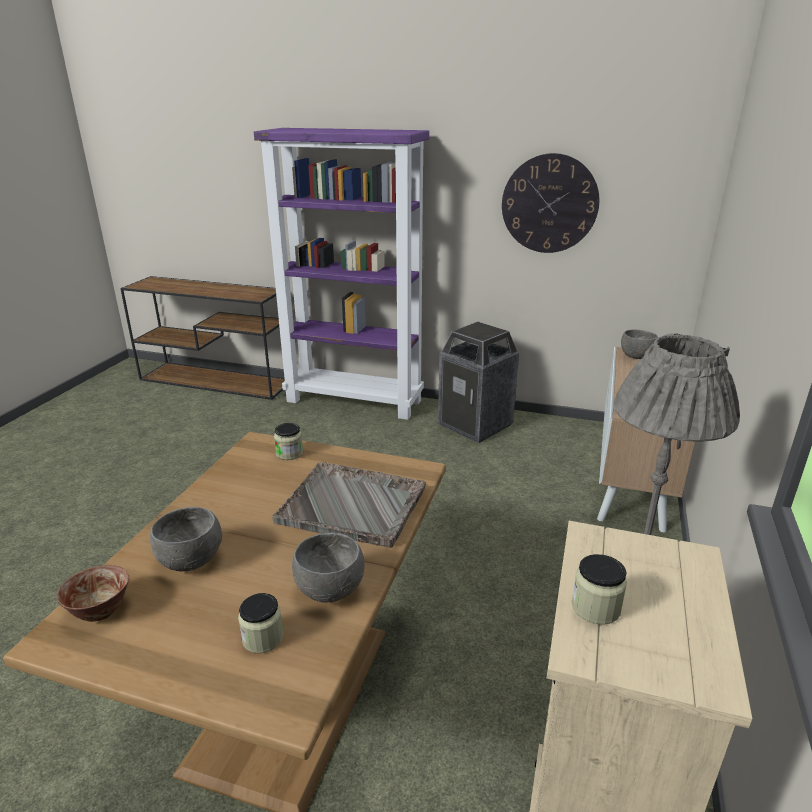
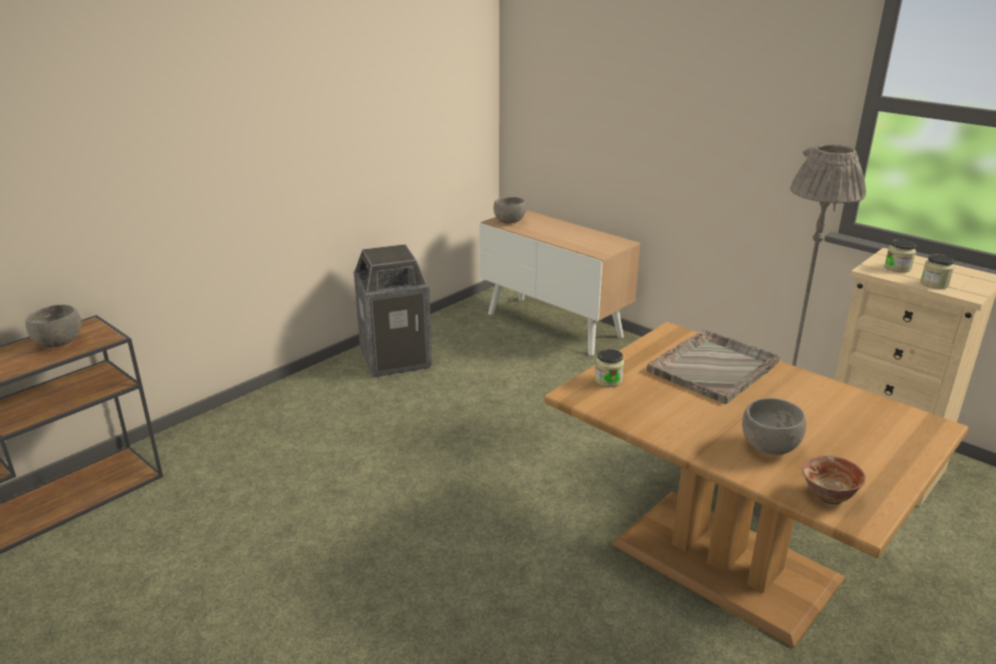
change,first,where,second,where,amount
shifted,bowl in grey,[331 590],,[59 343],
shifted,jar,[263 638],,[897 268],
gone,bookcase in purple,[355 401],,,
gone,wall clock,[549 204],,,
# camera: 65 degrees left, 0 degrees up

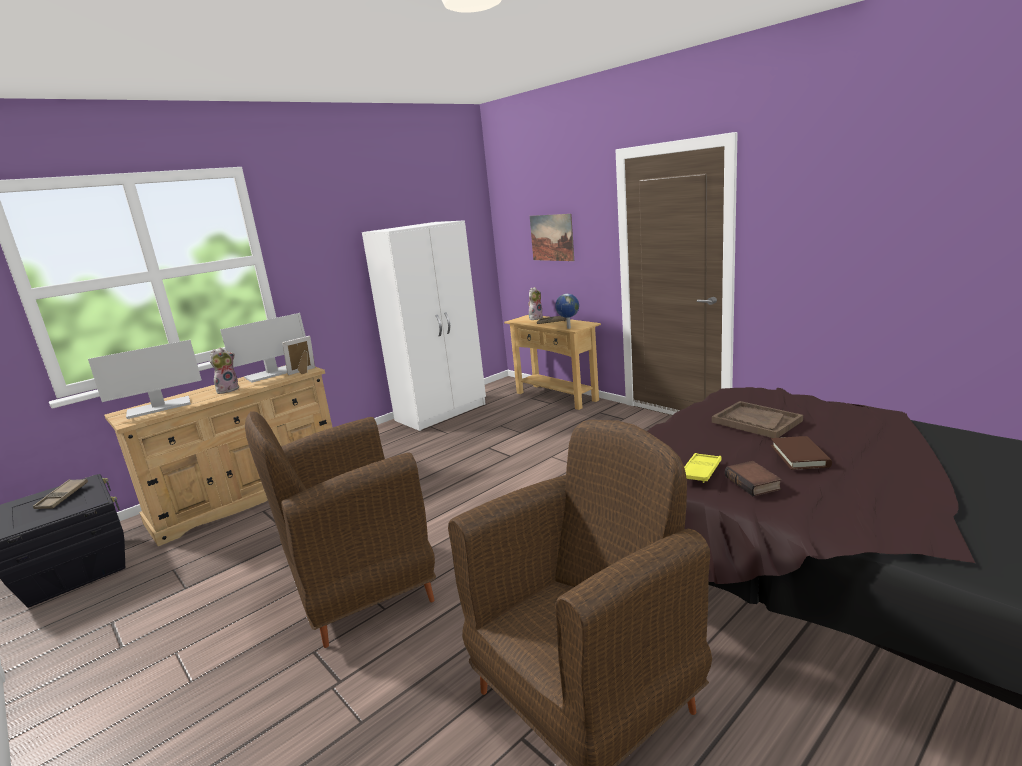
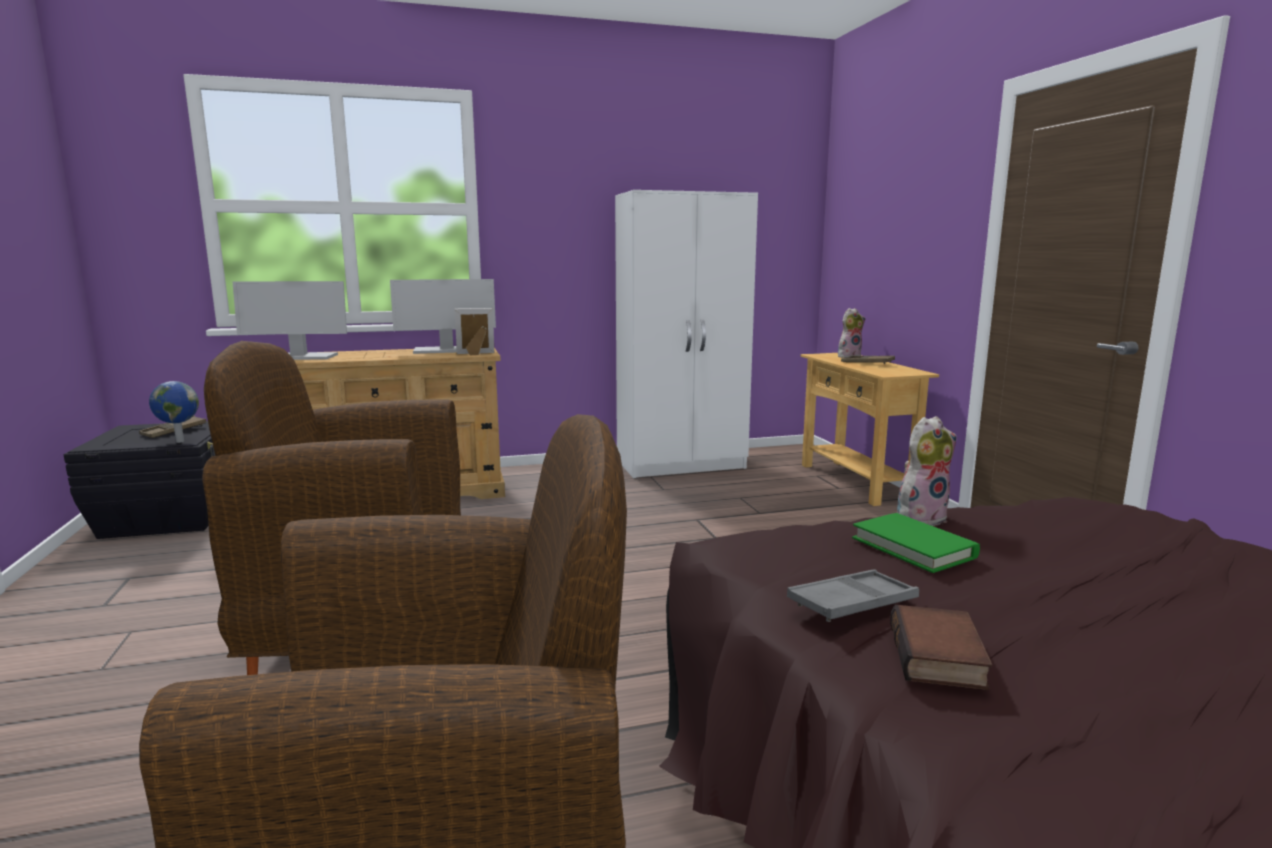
change,first,where,second,where,amount
shifted,globe,[568 328],,[179 441],
repainted,tray in yellow,[700 471],tray in grey,[853 603],
new,,,book in green,[913 547],
shifted,plush toy,[228 390],,[920 517],
gone,picture,[552 237],,,
gone,tray in brown,[756 421],,,
gone,book in brown,[799 456],,,
# camera: 25 degrees right, 5 degrees down

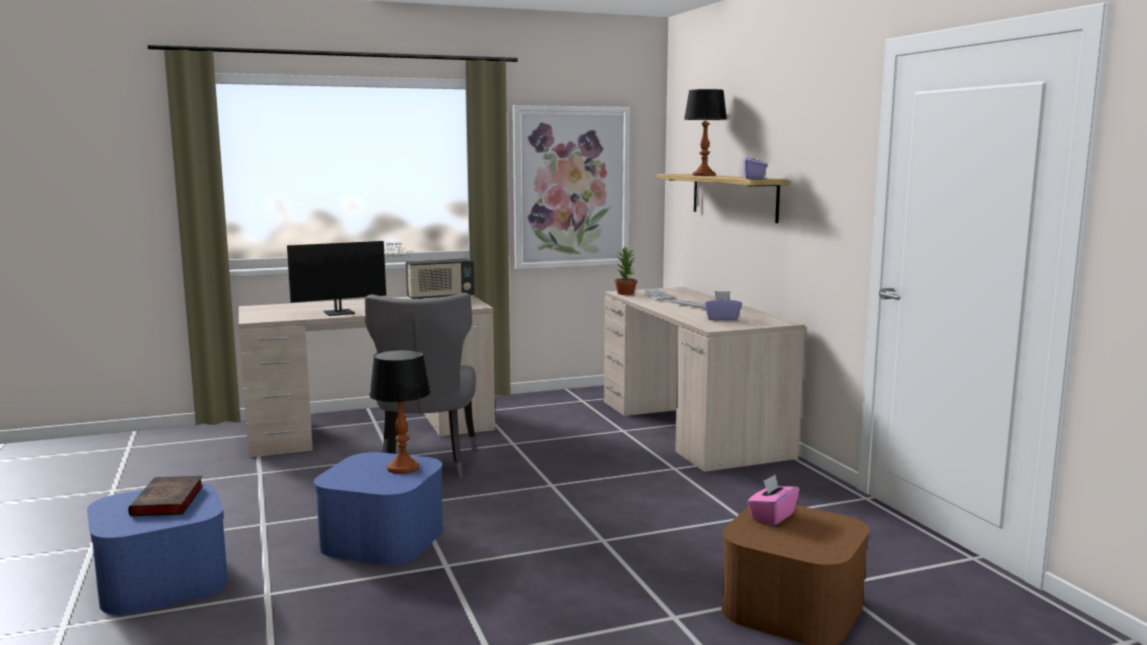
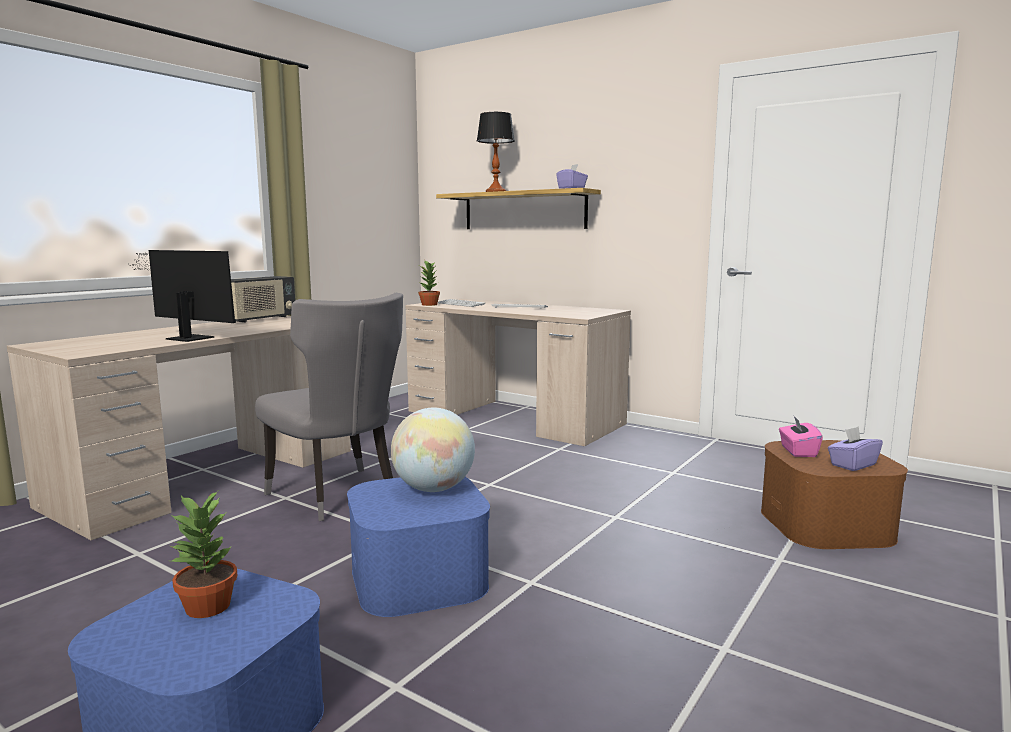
change,first,where,second,where,amount
rotated,monitor,[344 312],,[187 337],90 degrees counterclockwise
swapped,book,[168 502],potted plant,[209 607],
swapped,table lamp,[402 468],globe,[433 489],
shifted,tissue box in purple,[721 318],,[852 465],
gone,picture,[571 187],,,
# camera: 35 degrees left, 0 degrees up

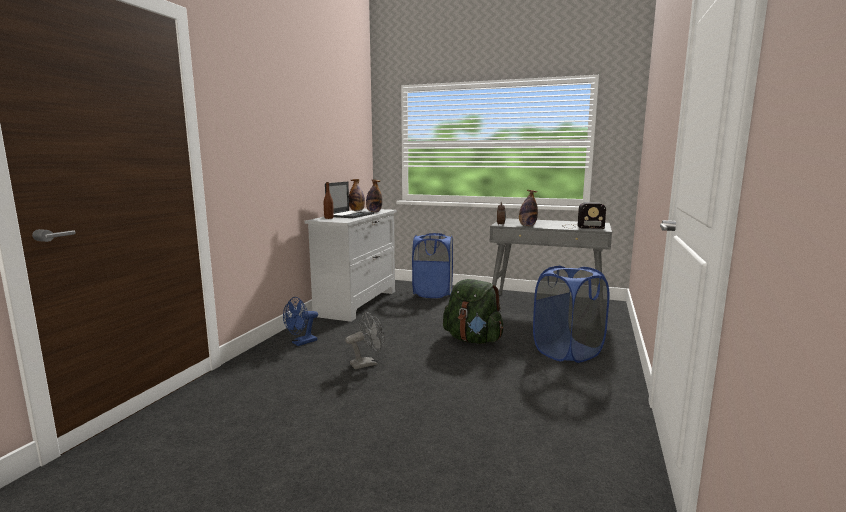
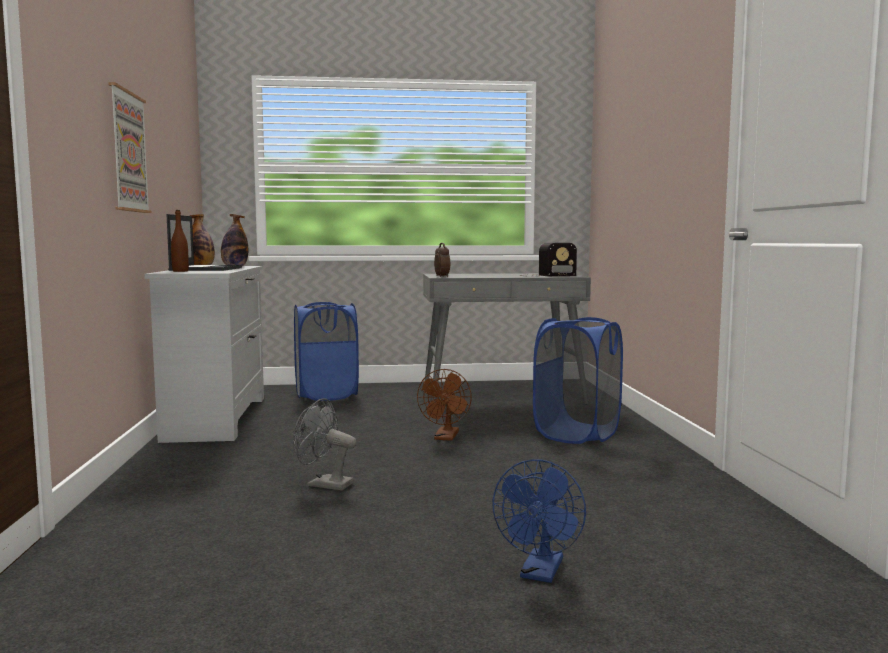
change,first,where,second,where,amount
new,,,picture,[128 152],
rotated,fan in grey,[367 363],,[323 484],105 degrees counterclockwise
swapped,backpack in green,[473 340],fan in brown,[446 437],
shifted,fan in blue,[301 343],,[540 574],
gone,bottle,[527 225],,,
# camera: 25 degrees left, 5 degrees down

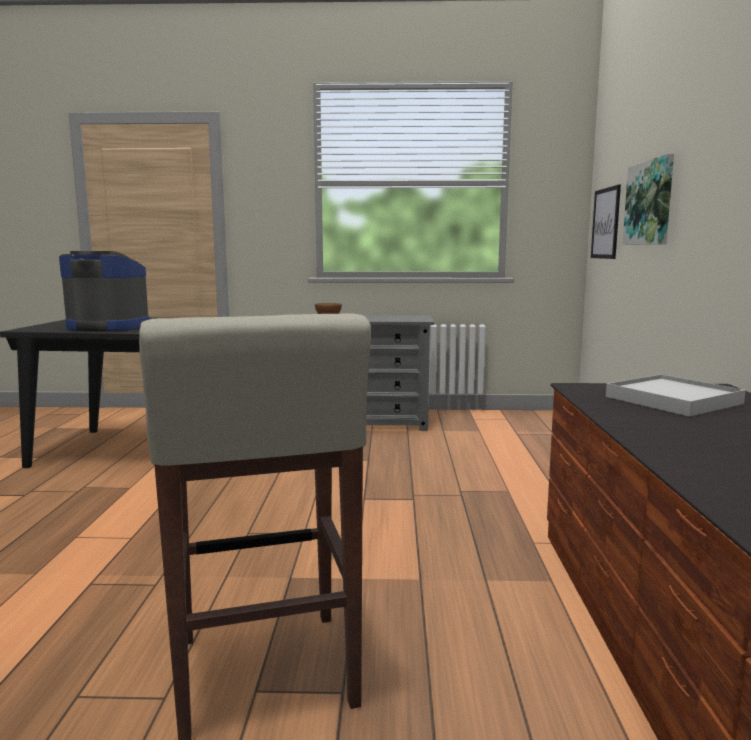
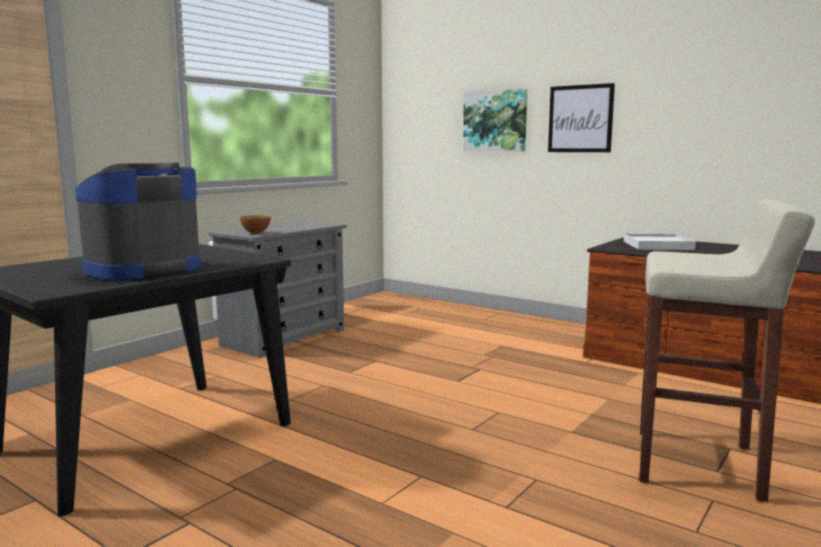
change,first,where,second,where,amount
shifted,picture,[605 223],,[580 119],
# camera: 55 degrees left, 0 degrees up

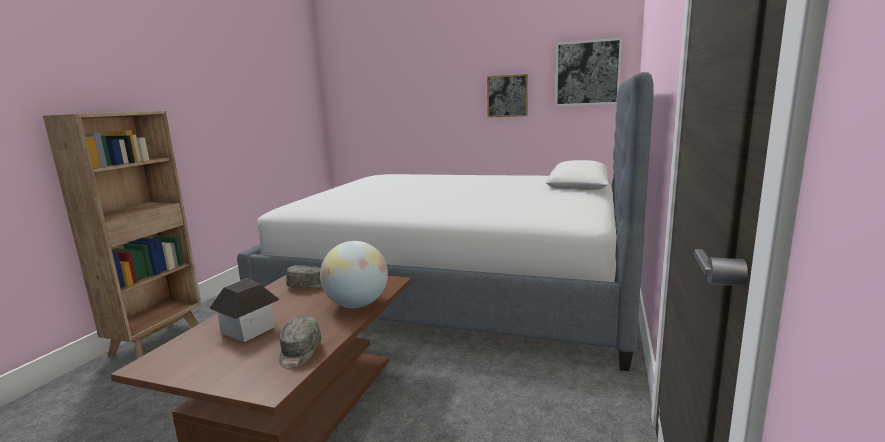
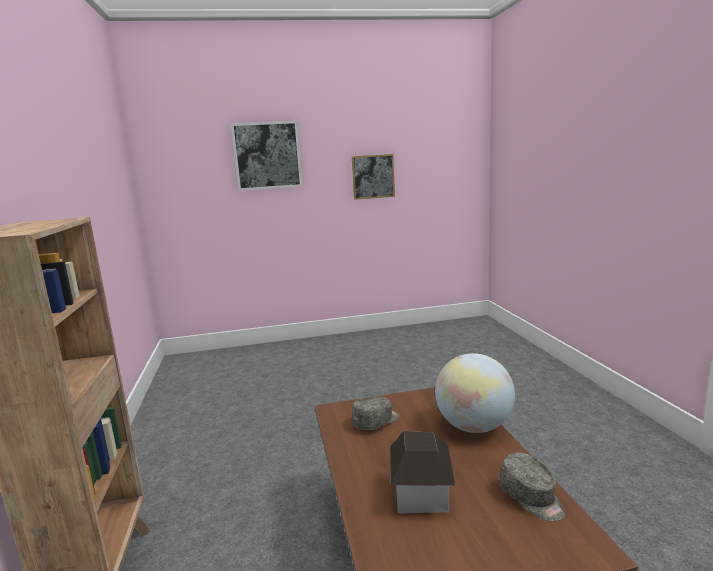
change,first,where,second,where,amount
shifted,picture,[587 73],,[267 155],
gone,bed,[456 288],,,
# camera: 30 degrees left, 0 degrees up

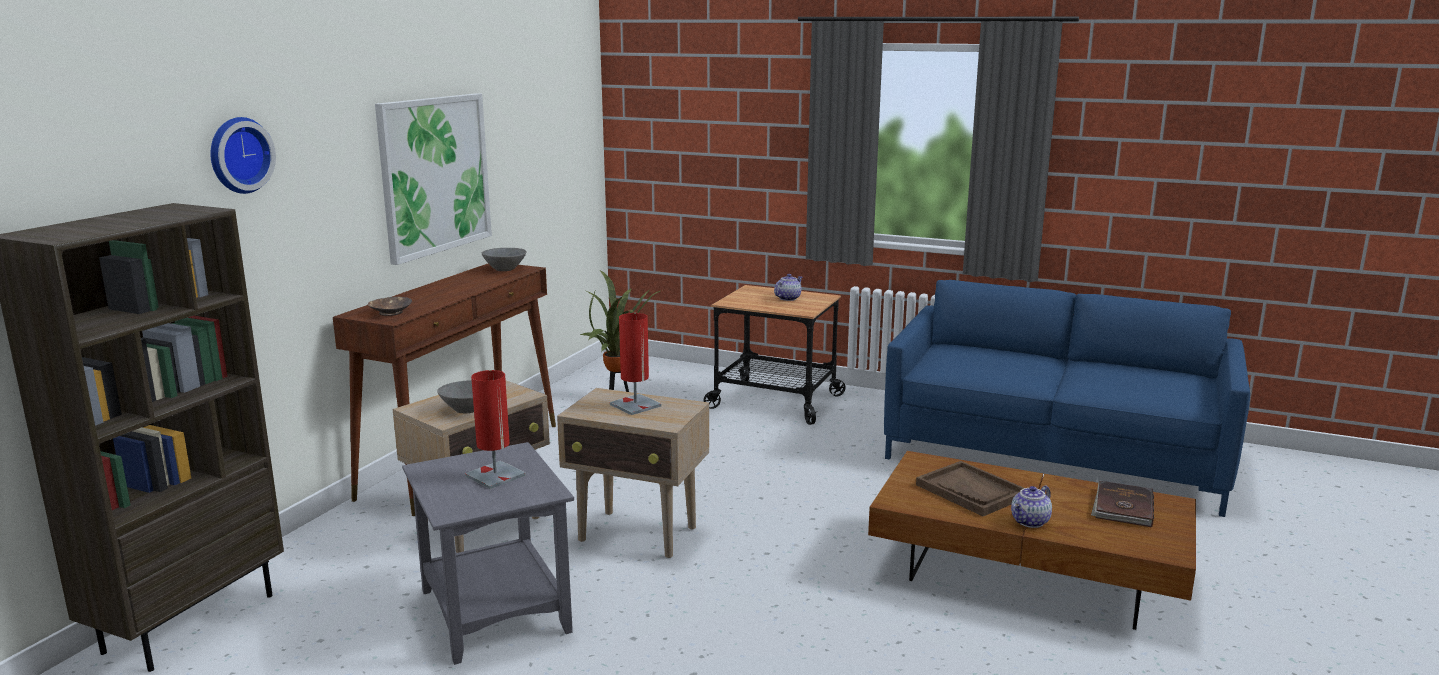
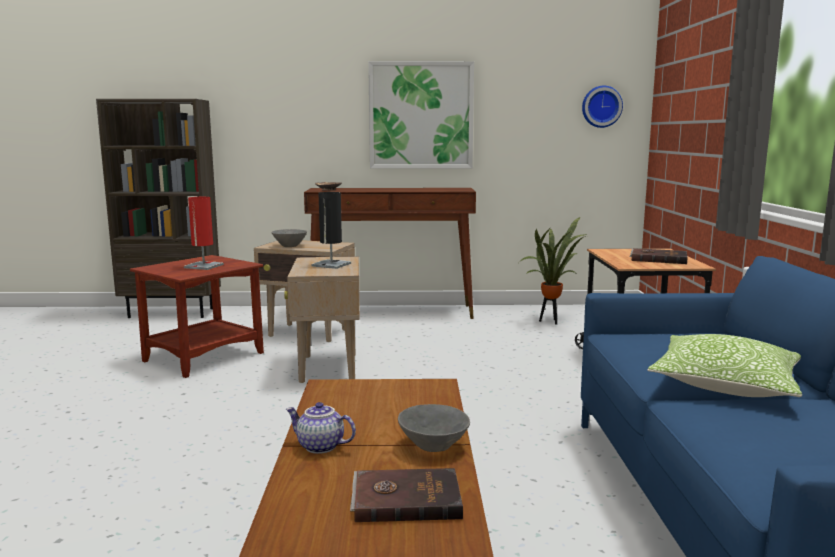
change,first,where,second,where,amount
repainted,side table in grey,[492 612],side table in brown,[203 356],
repainted,table lamp in red,[635 405],table lamp in black,[331 265],
shifted,bowl in grey,[505 269],,[434 446],
shifted,wall clock,[238 155],,[601 106],
swapped,teapot,[787 298],book in brown,[658 259],
new,,,pillow,[725 384],
gone,tray in brown,[971 491],,,
# camera: 65 degrees right, 5 degrees down

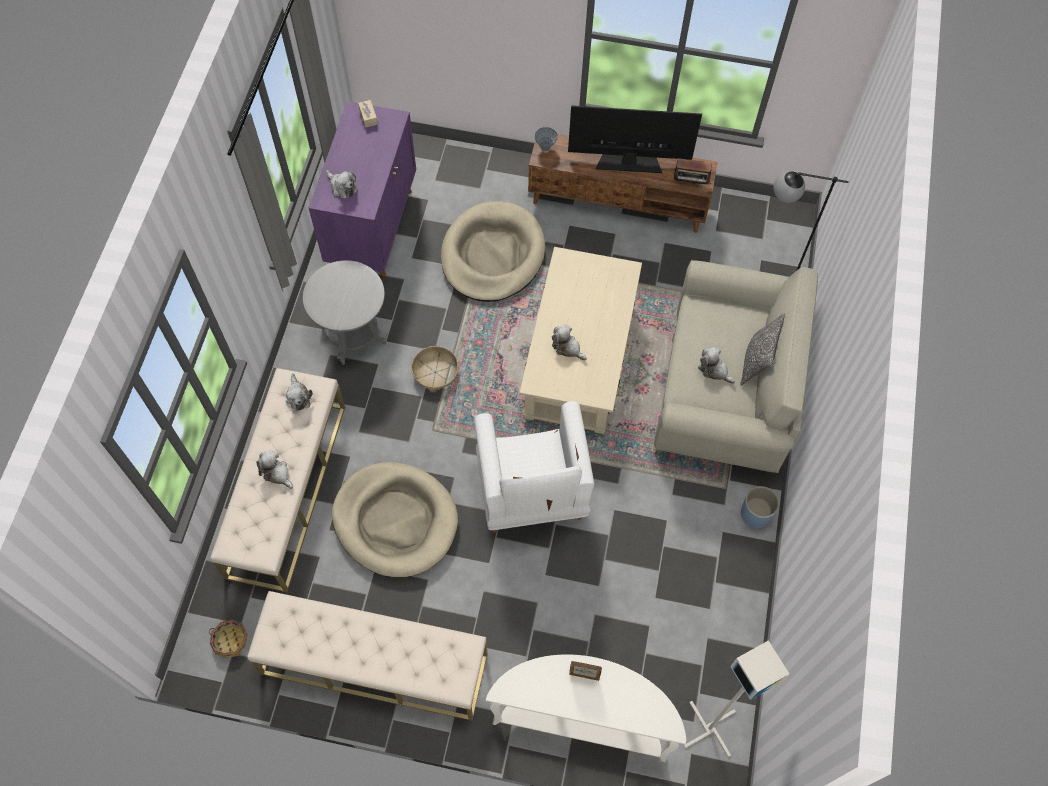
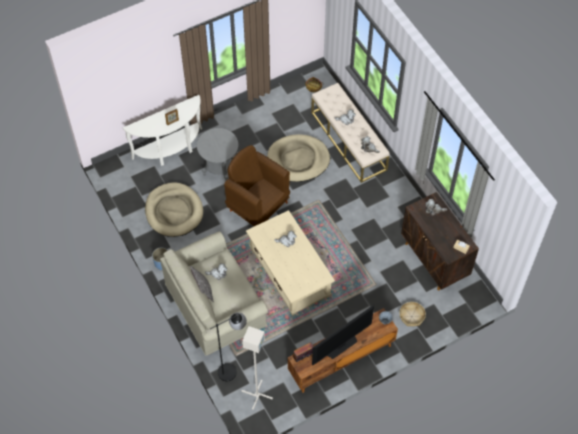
change,first,where,second,where,amount
shifted,dog bed in beige,[492 255],,[174 211],
shifted,side table in grey,[353 335],,[219 168],
repainted,armchair in white,[531 493],armchair in brown,[257 206],
shifted,floor lamp in grey,[710 727],,[257 395],
shifted,basket,[435 372],,[412 316],
repainted,cabinet in purple,[373 227],cabinet in brown,[434 260],
gone,bench in beige,[374 664],,,
# camera: 140 degrees right, 5 degrees down

